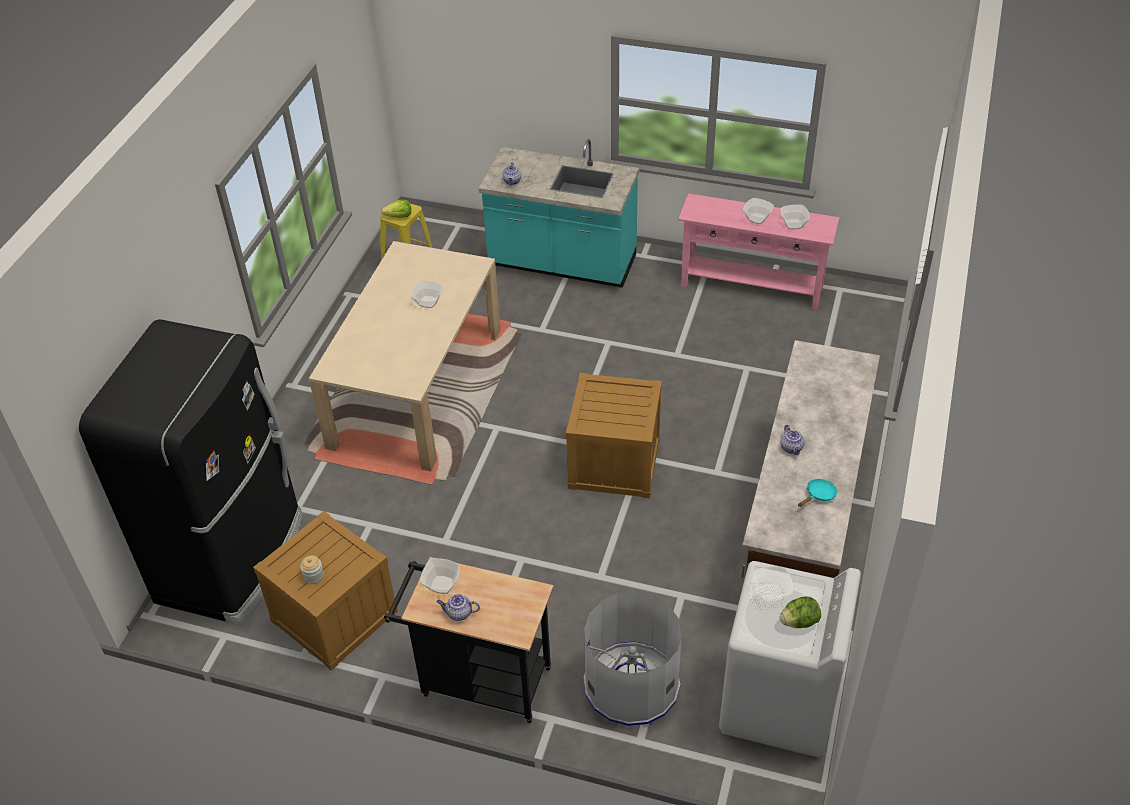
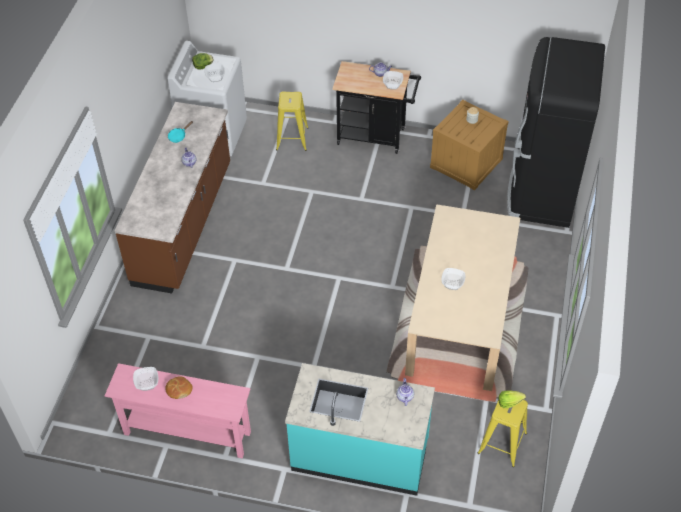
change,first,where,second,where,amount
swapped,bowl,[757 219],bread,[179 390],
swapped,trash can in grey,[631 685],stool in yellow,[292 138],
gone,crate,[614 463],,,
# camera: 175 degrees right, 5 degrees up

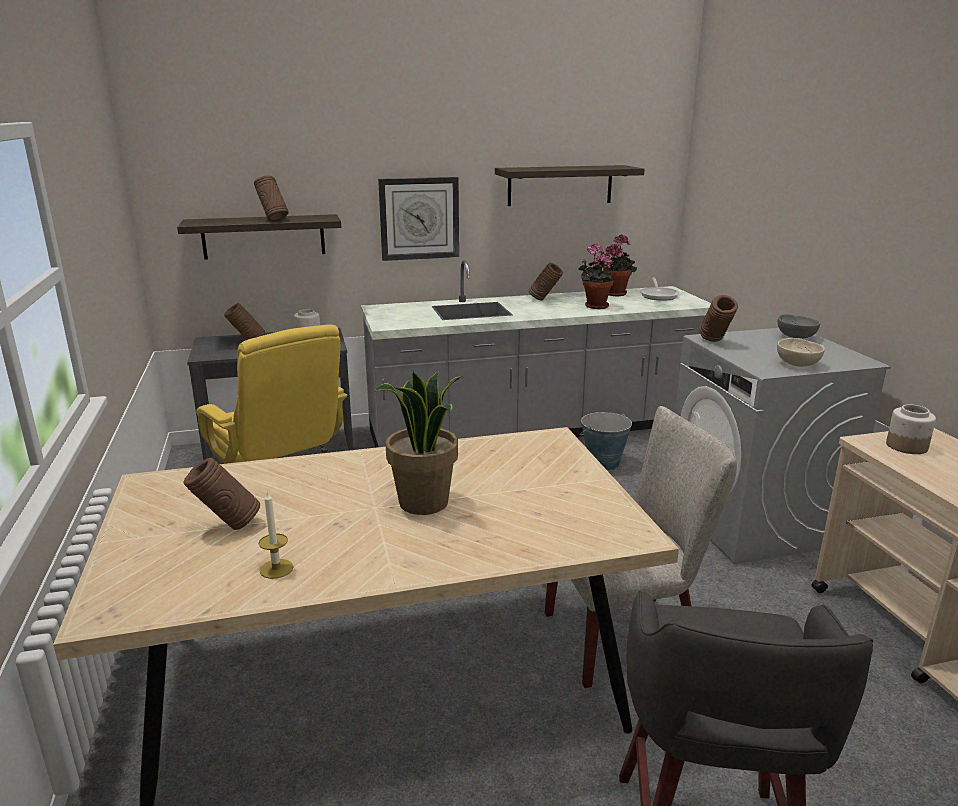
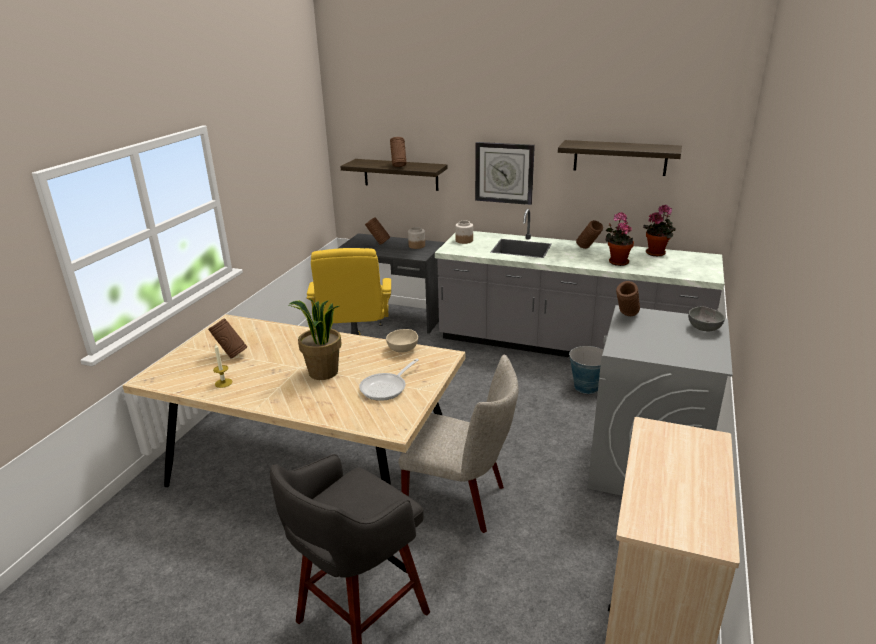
change,first,where,second,where,amount
shifted,frying pan,[659 295],,[386 388],
shifted,bowl in beige,[798 364],,[403 349],
shifted,jar,[906 446],,[464 240],
# camera: 35 degrees right, 5 degrees up

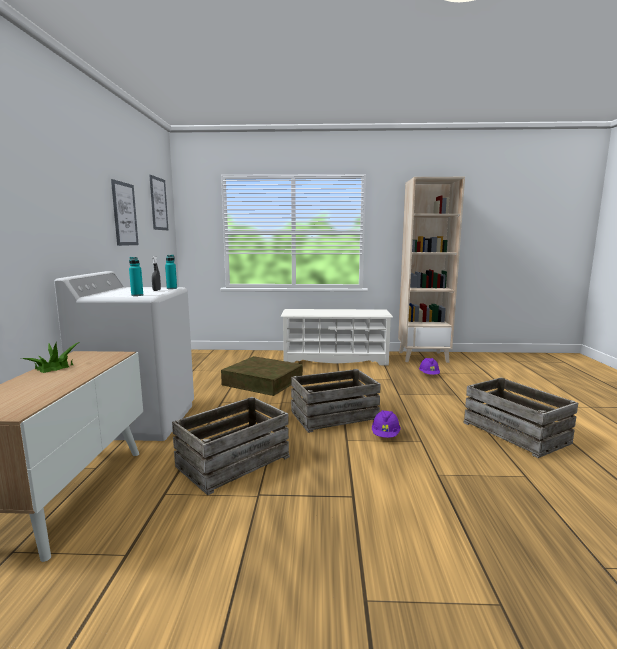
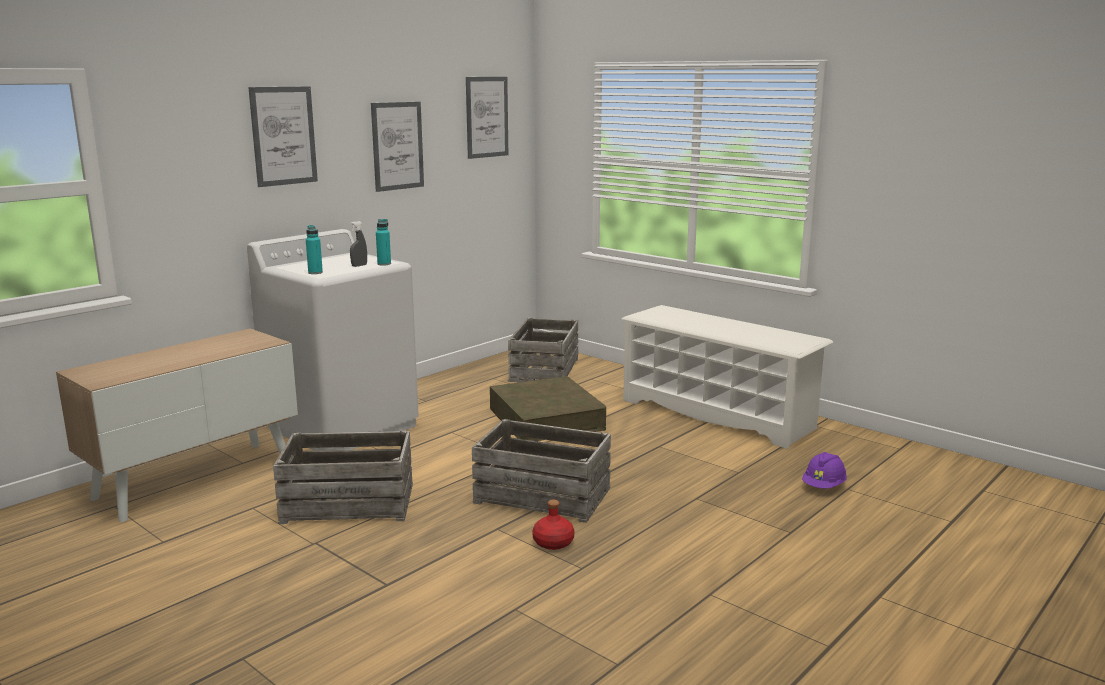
change,first,where,second,where,amount
new,,,picture,[283 136],
shifted,crate,[516 432],,[545 370],
swapped,hard hat in purple,[385 435],bottle in red,[554 542],
gone,potted plant,[54 367],,,
gone,bookcase in beige,[423 357],,,
# camera: 40 degrees right, 5 degrees up

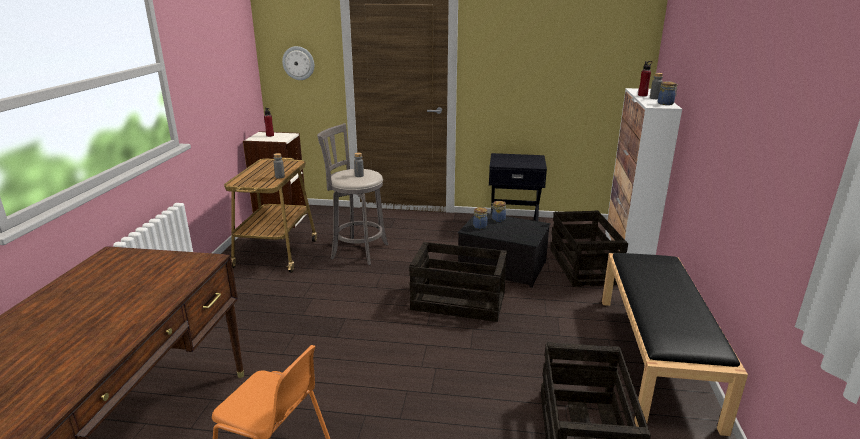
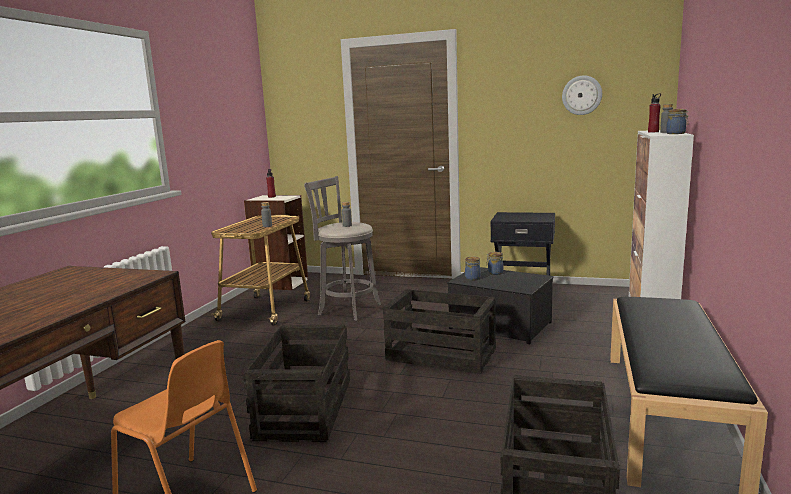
change,first,where,second,where,amount
shifted,crate,[583 266],,[305 408],
shifted,wall clock,[298 63],,[581 95],
# camera: 10 degrees right, 10 degrees down

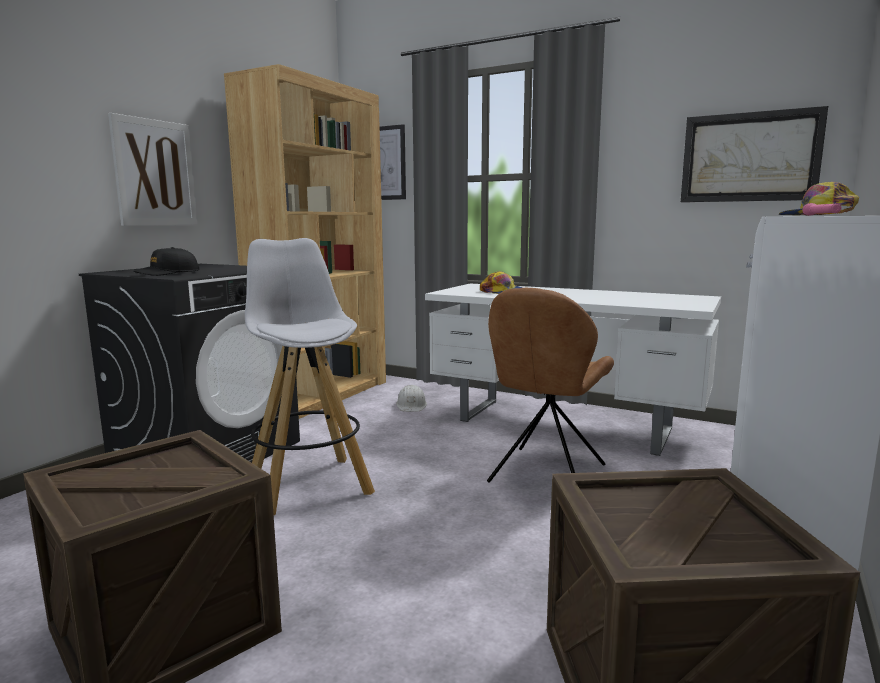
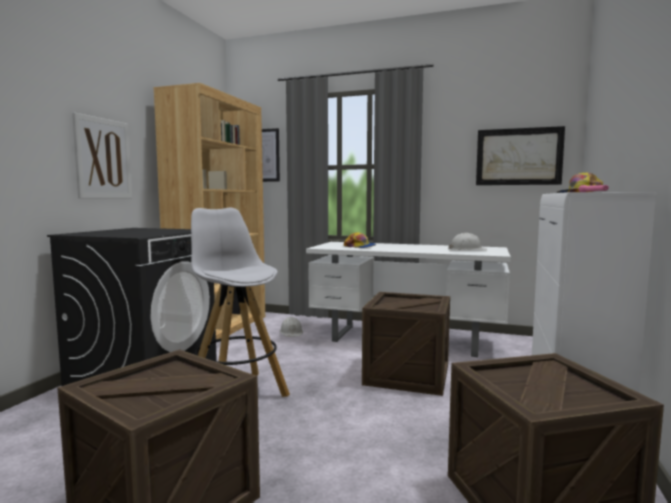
change,first,where,second,where,amount
swapped,chair in brown,[546 475],crate,[407 375],
new,,,hard hat in white,[467 249],
gone,cap in black,[167 273],,,
# camera: 10 degrees left, 5 degrees down

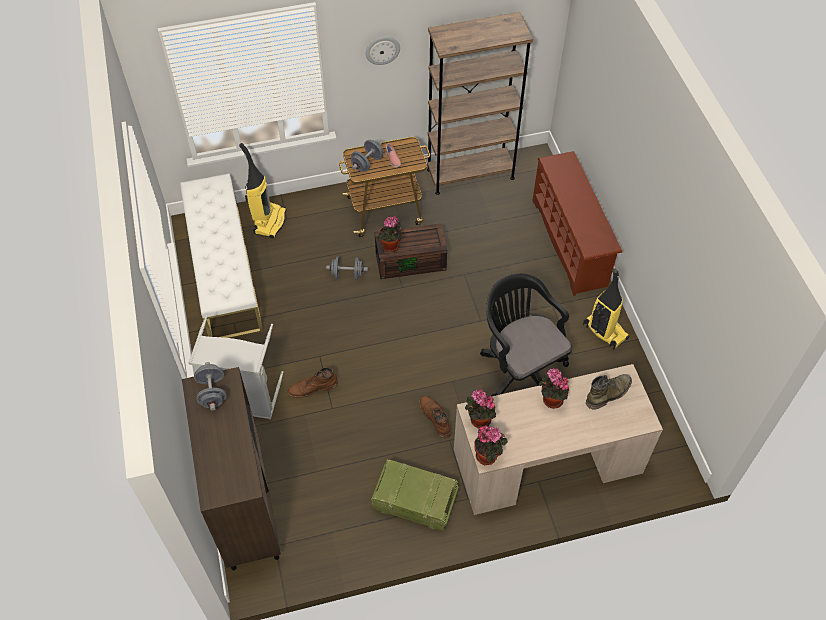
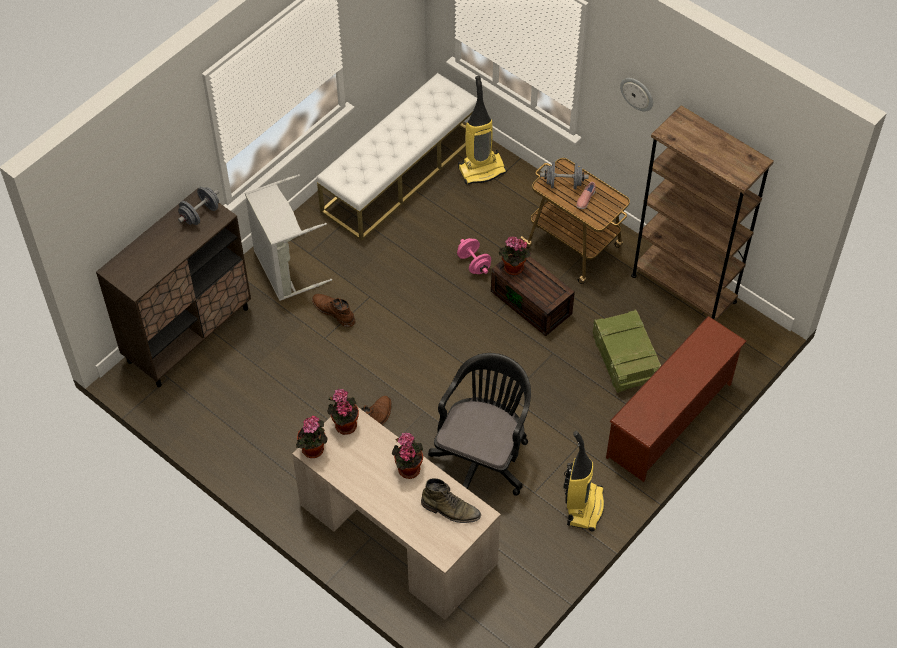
change,first,where,second,where,amount
repainted,dumbbell in grey,[347 274],dumbbell in pink,[474 263],
shifted,crate,[416 501],,[625 360],
# camera: 55 degrees right, 0 degrees up

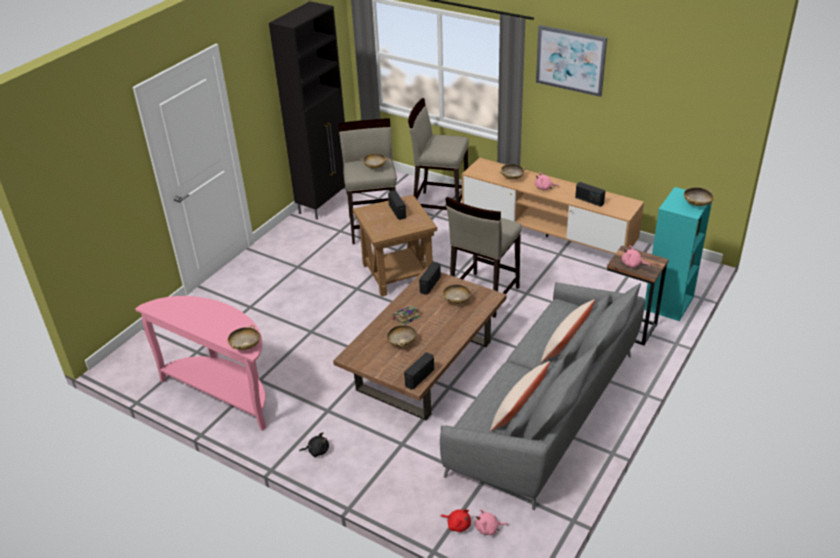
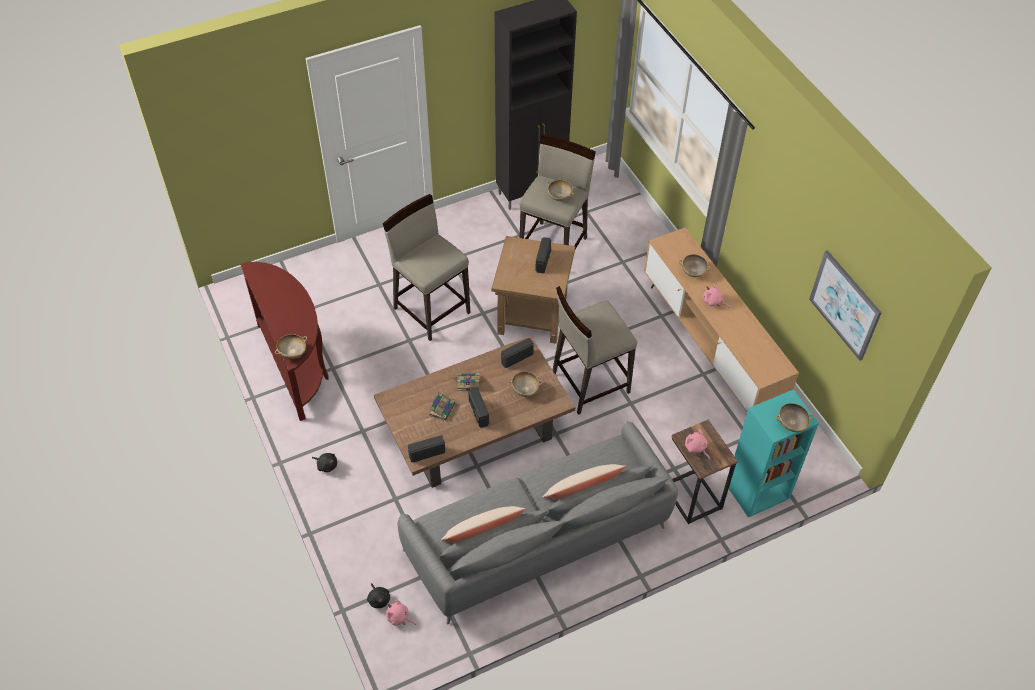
change,first,where,second,where,amount
repainted,console table in pink,[224 393],console table in brown,[297 365],
repainted,plush toy in red,[457 524],plush toy in black,[379 599],
shifted,stool in beige,[440 205],,[431 309],
swapped,bowl in beige,[402 343],book,[442 409],
shifted,radio,[589 201],,[478 413],
shifted,picture,[570 60],,[845 305],
# camera: 30 degrees right, 15 degrees up

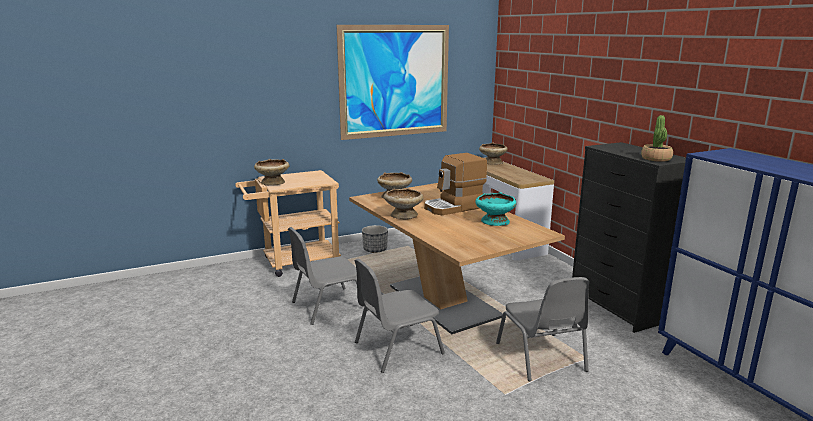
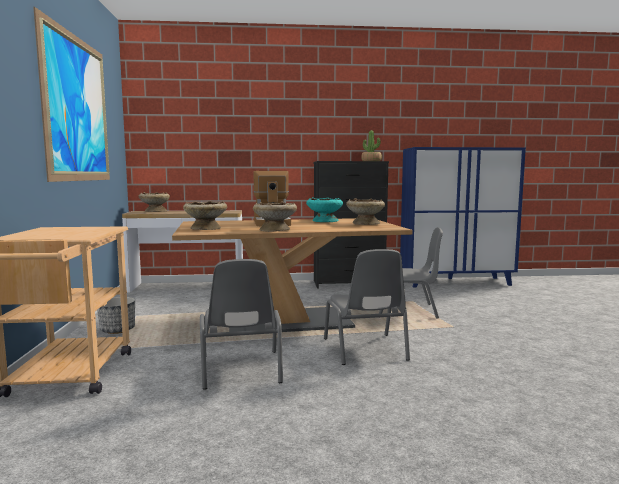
change,first,where,second,where,amount
shifted,bowl in beige,[273 182],,[365 223],
# camera: 70 degrees left, 10 degrees down

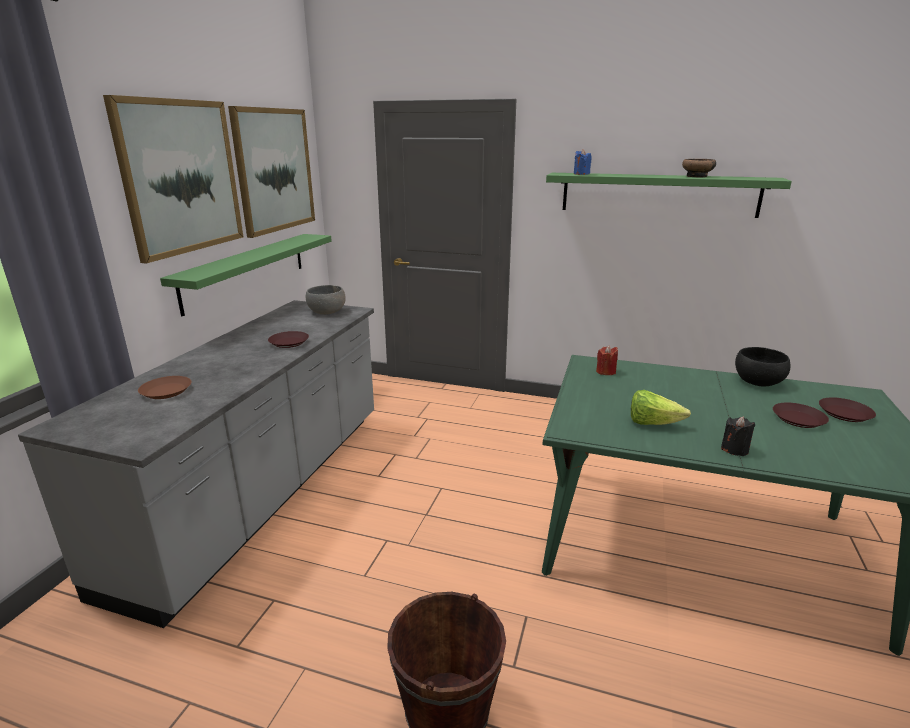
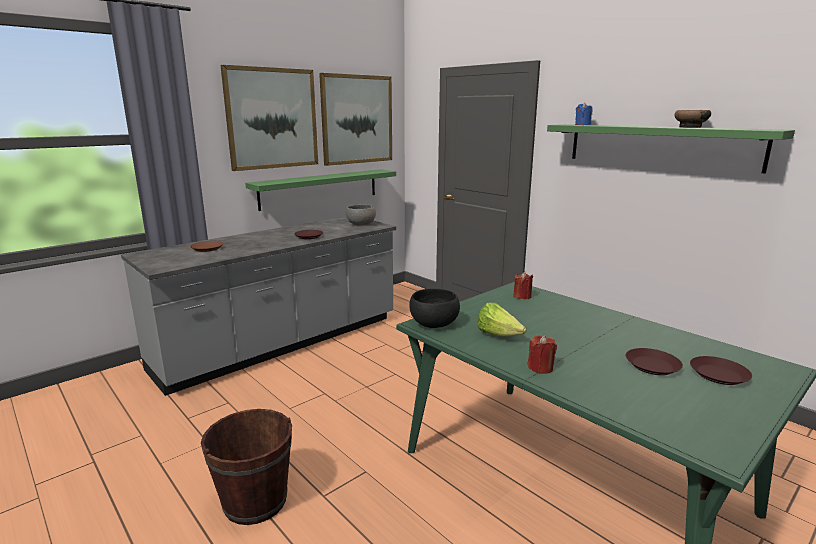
change,first,where,second,where,amount
shifted,bowl in black,[758 381],,[434 323],
repainted,candle in black,[734 449],candle in red,[540 368],
# camera: 30 degrees right, 5 degrees down

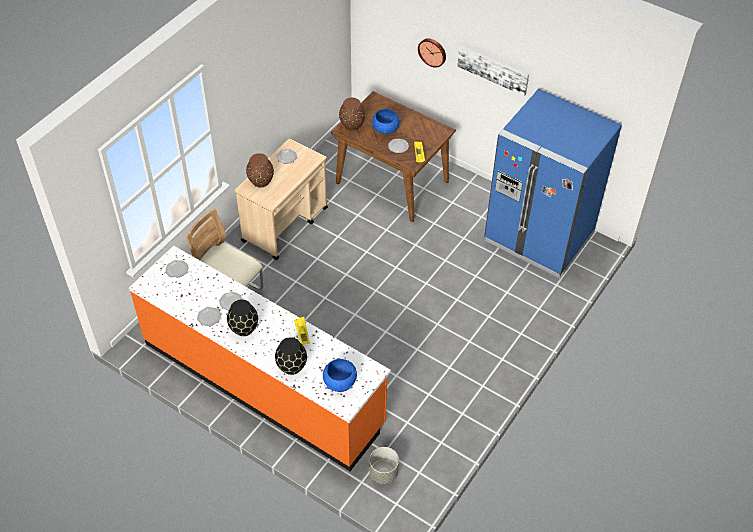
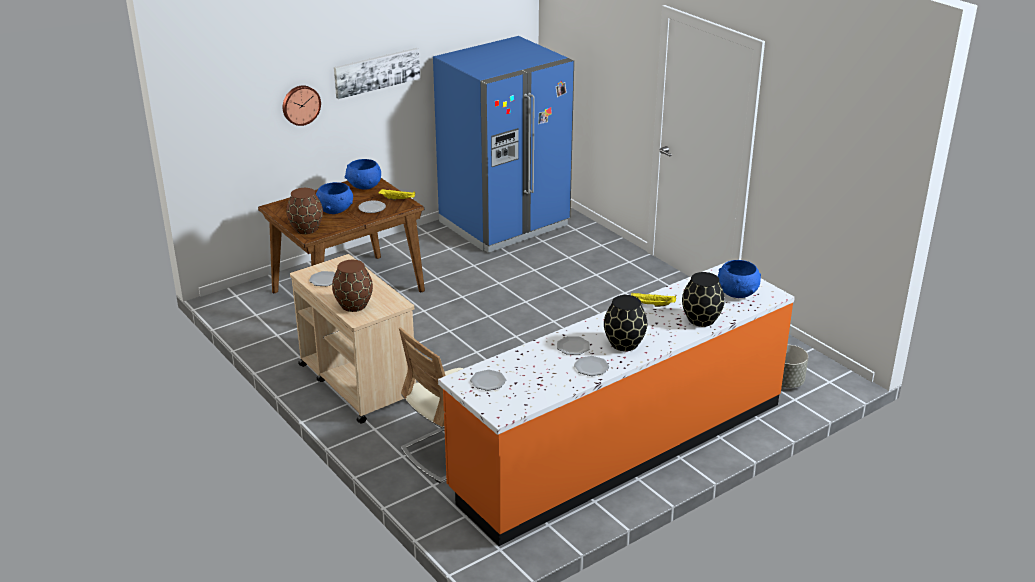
change,first,where,second,where,amount
new,,,bowl in blue,[364 186],
# camera: 70 degrees left, 20 degrees down

